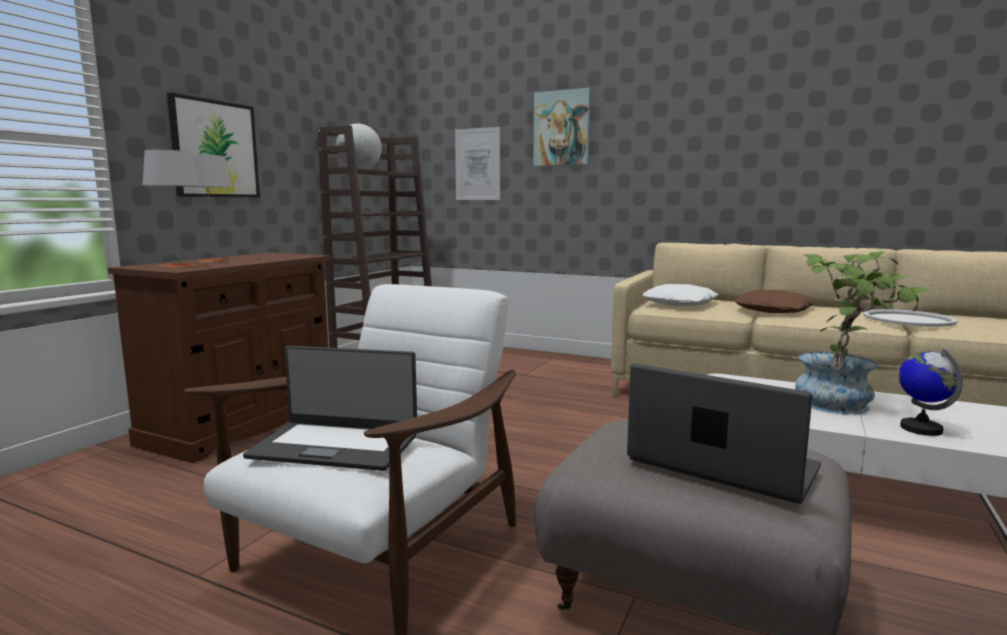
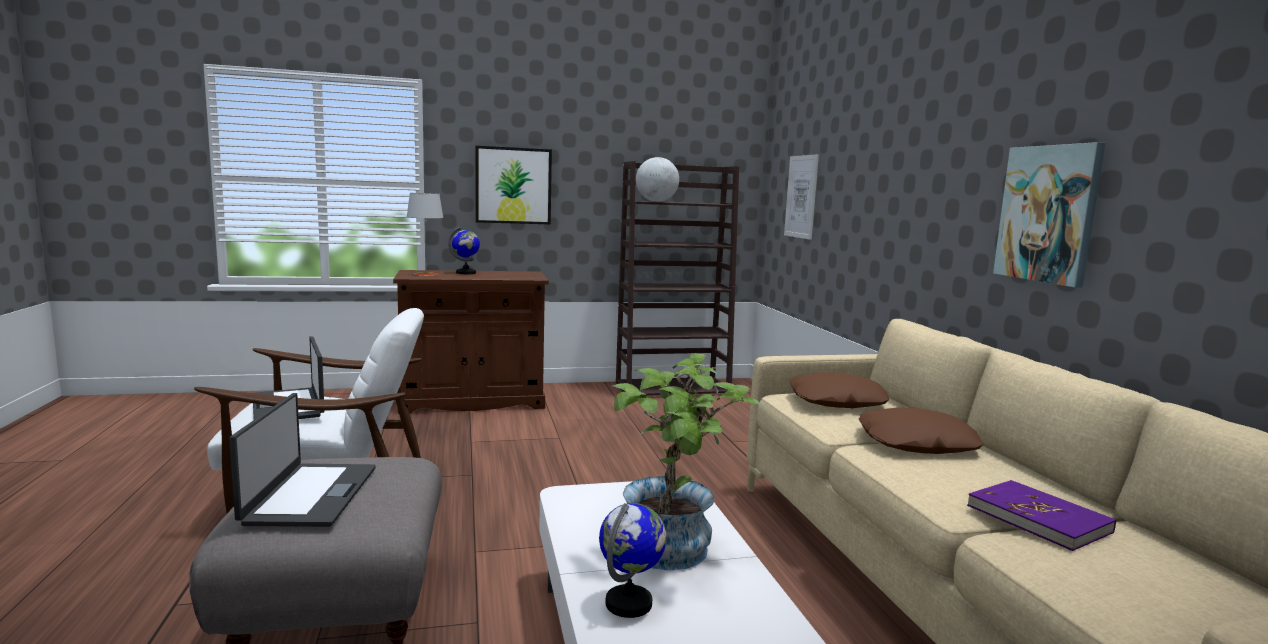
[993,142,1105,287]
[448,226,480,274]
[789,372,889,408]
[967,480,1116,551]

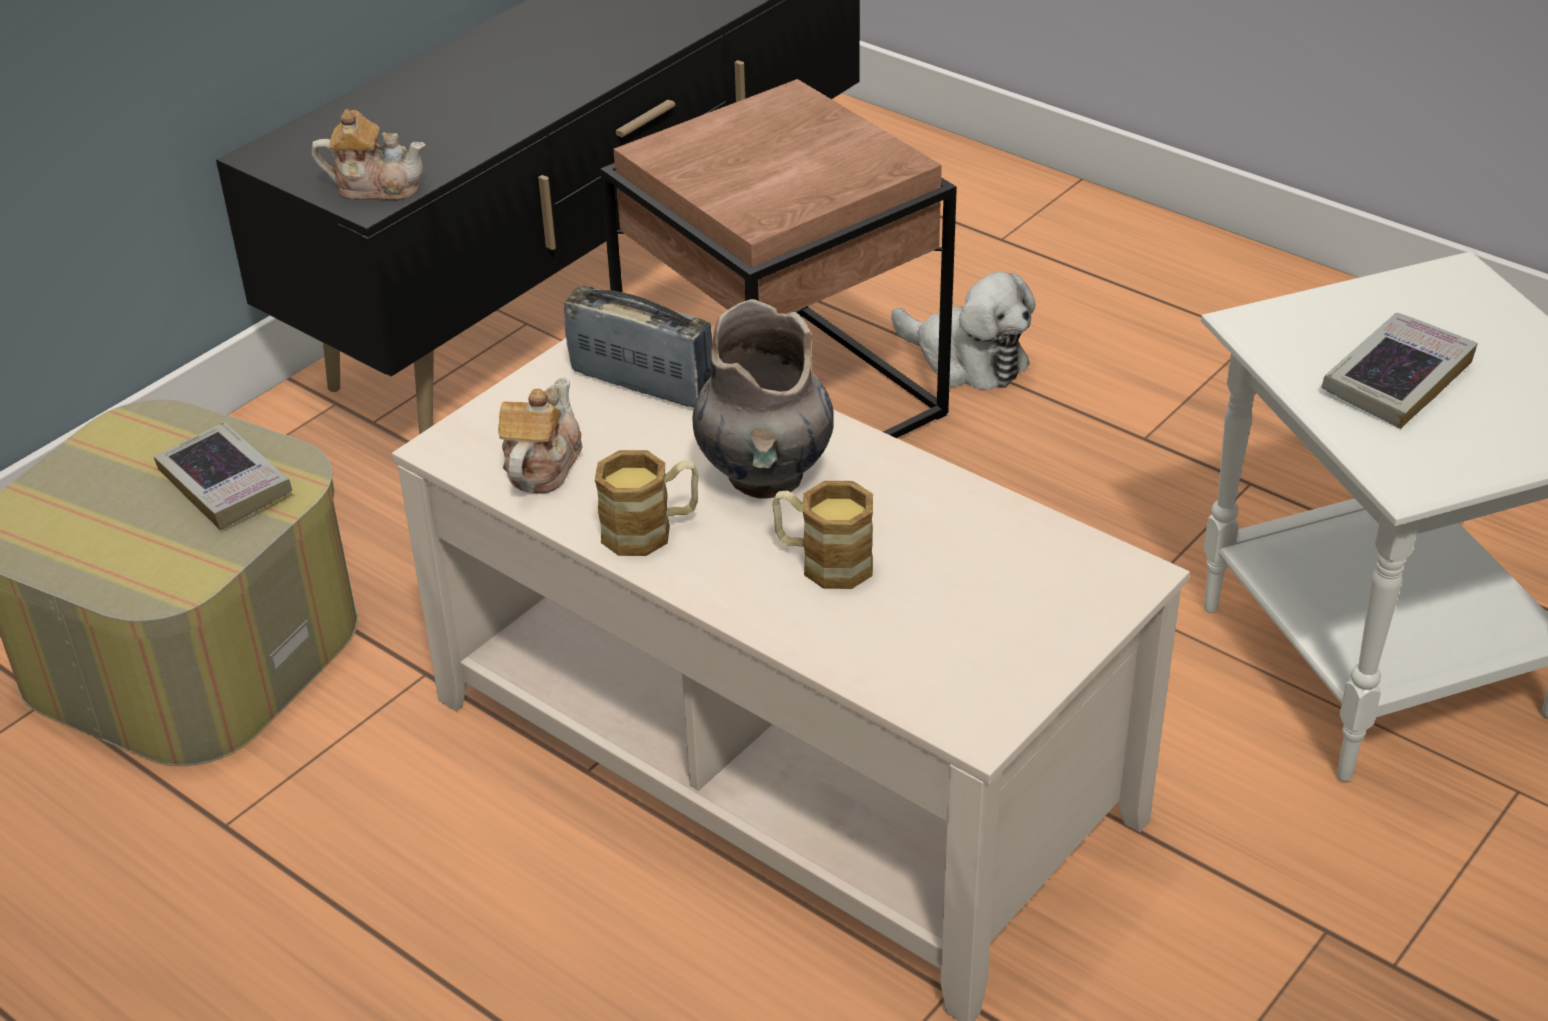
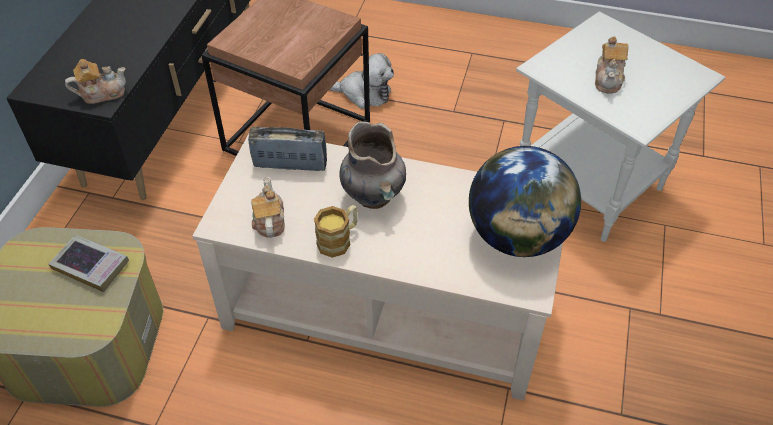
[595,36,628,94]
[772,481,873,589] (first image)
[469,146,581,257]

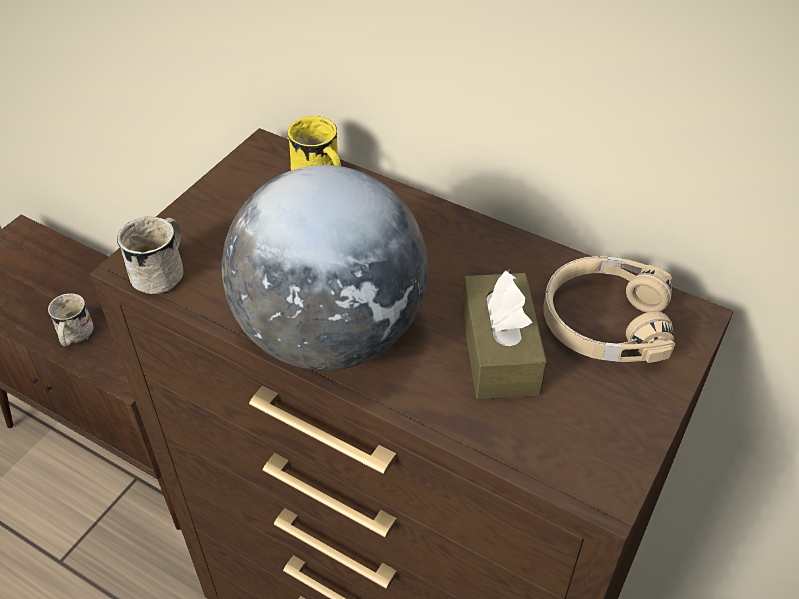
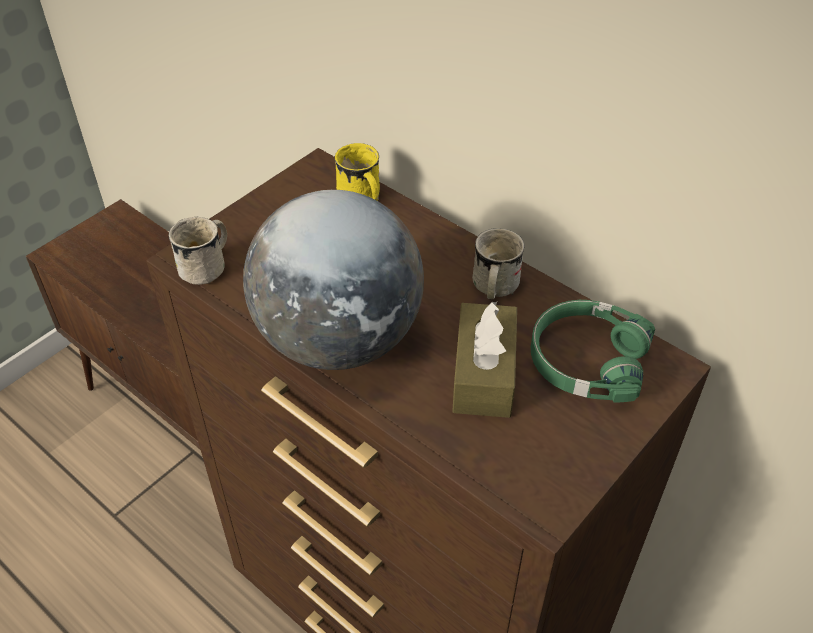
[531,300,655,403]
[472,228,525,299]

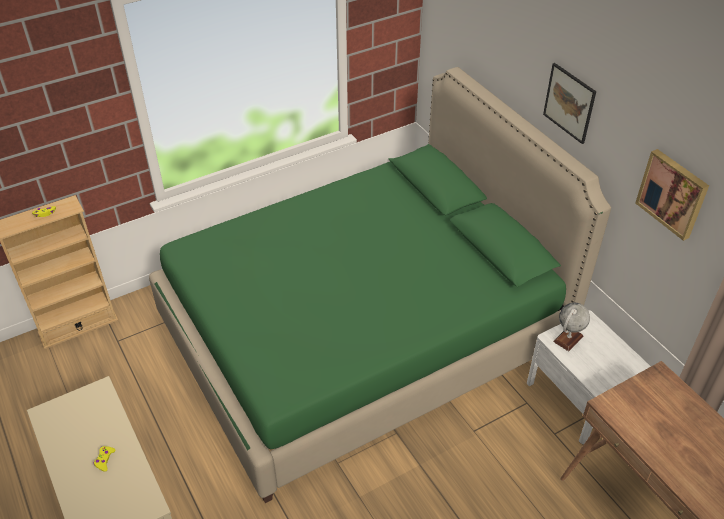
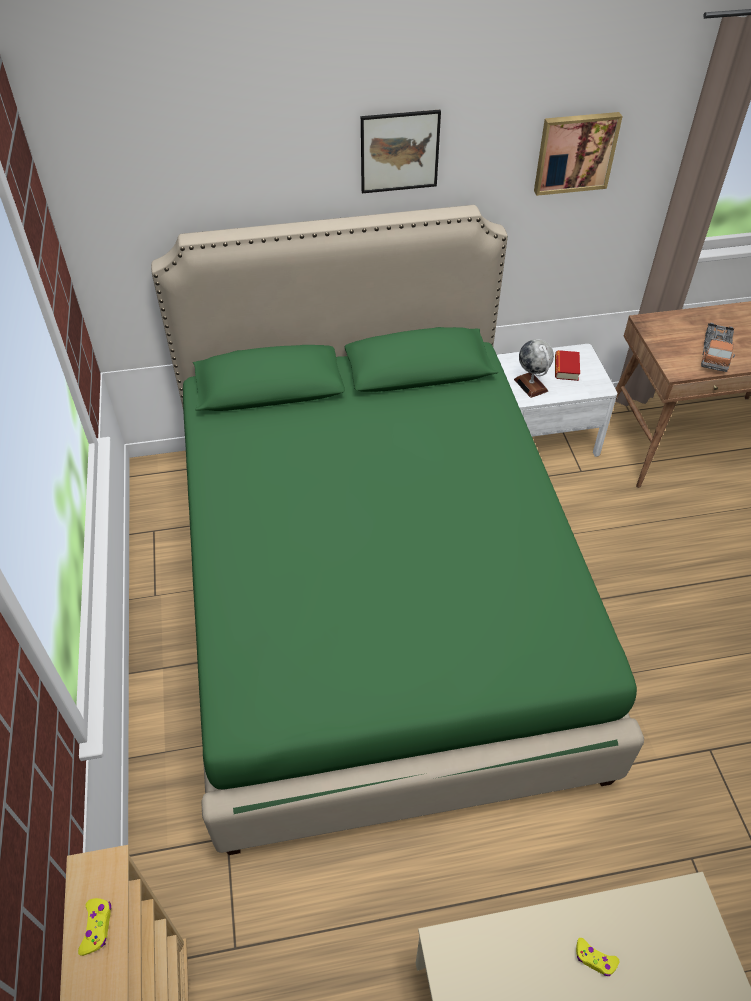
[701,323,735,372]
[555,350,580,381]

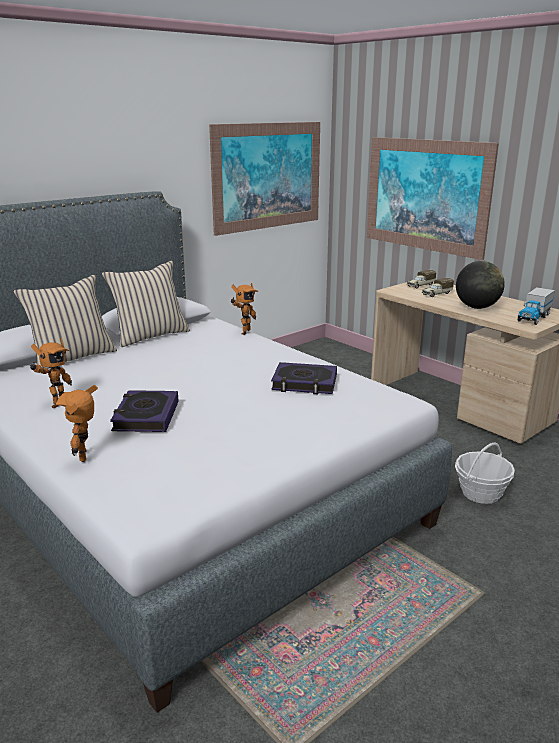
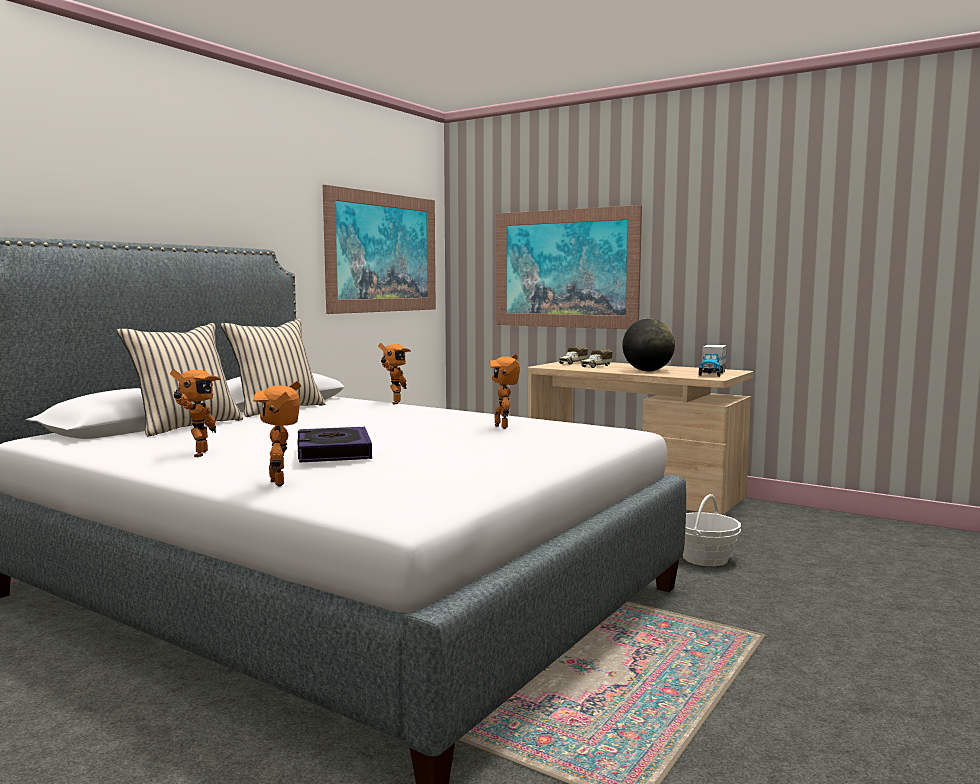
[489,354,520,429]

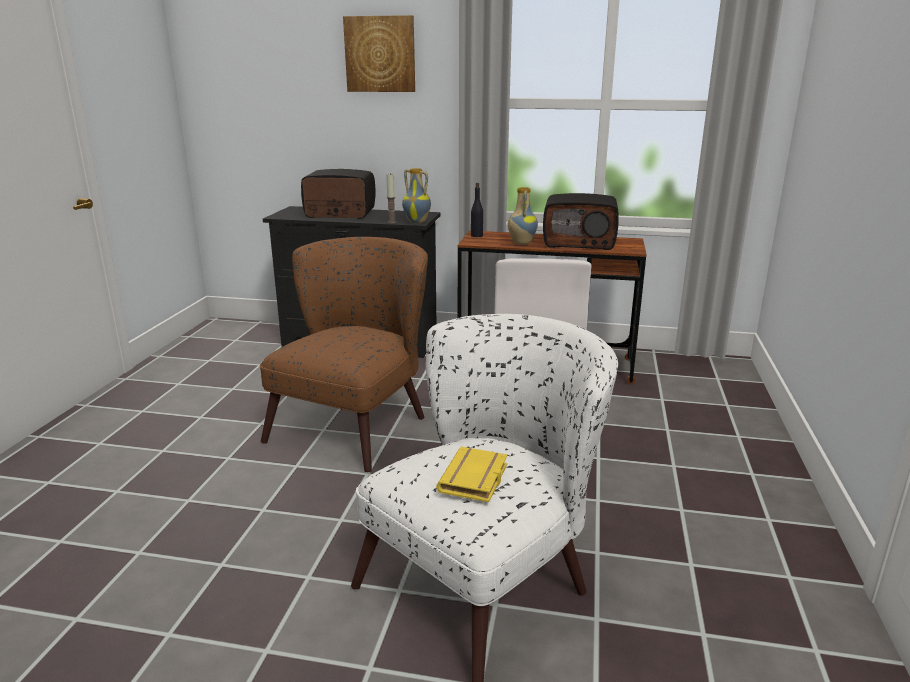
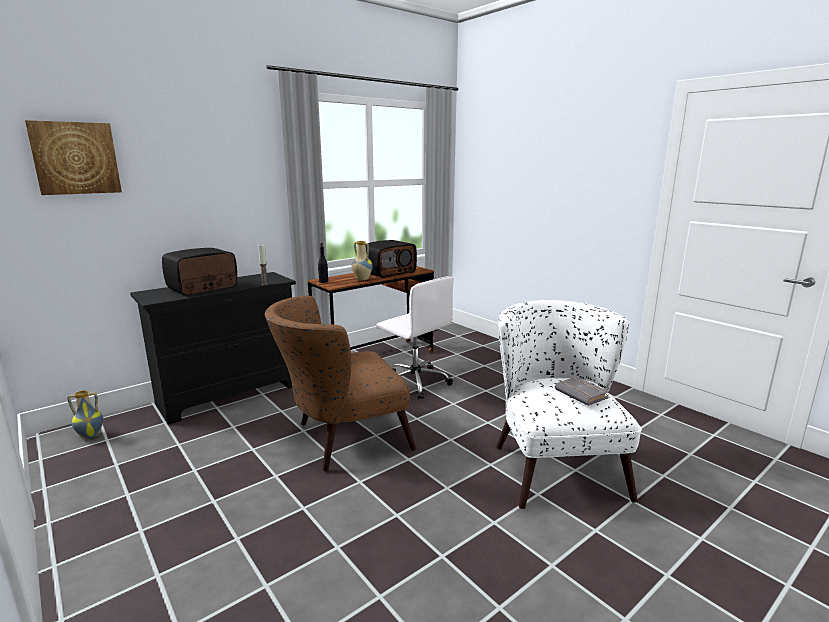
[25,120,122,195]
[67,390,103,439]
[265,296,416,471]
[555,377,609,406]

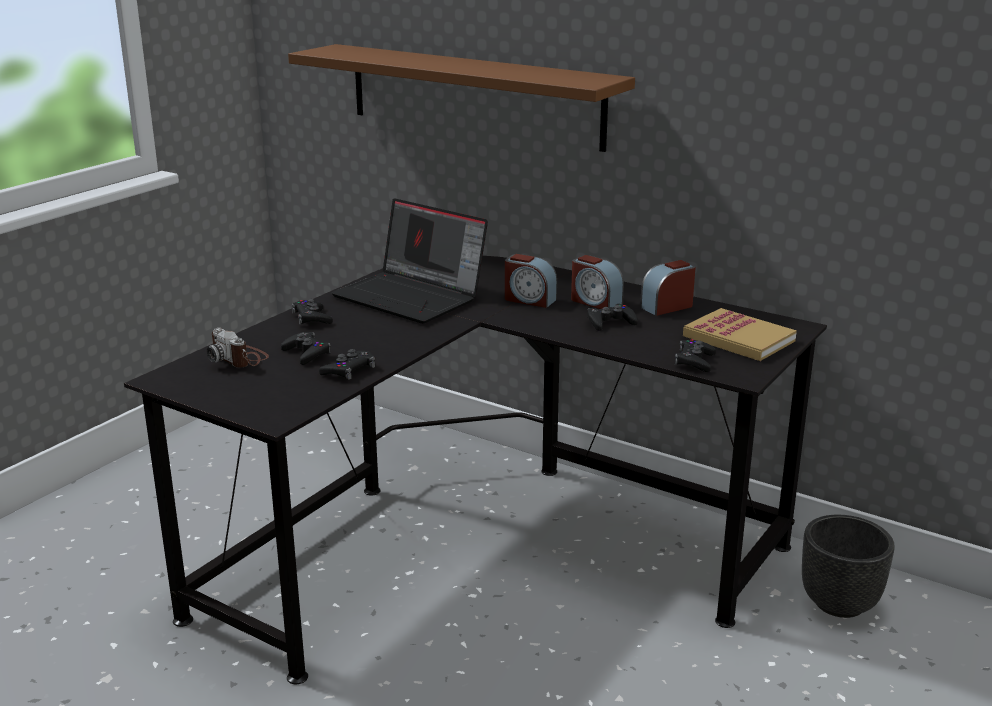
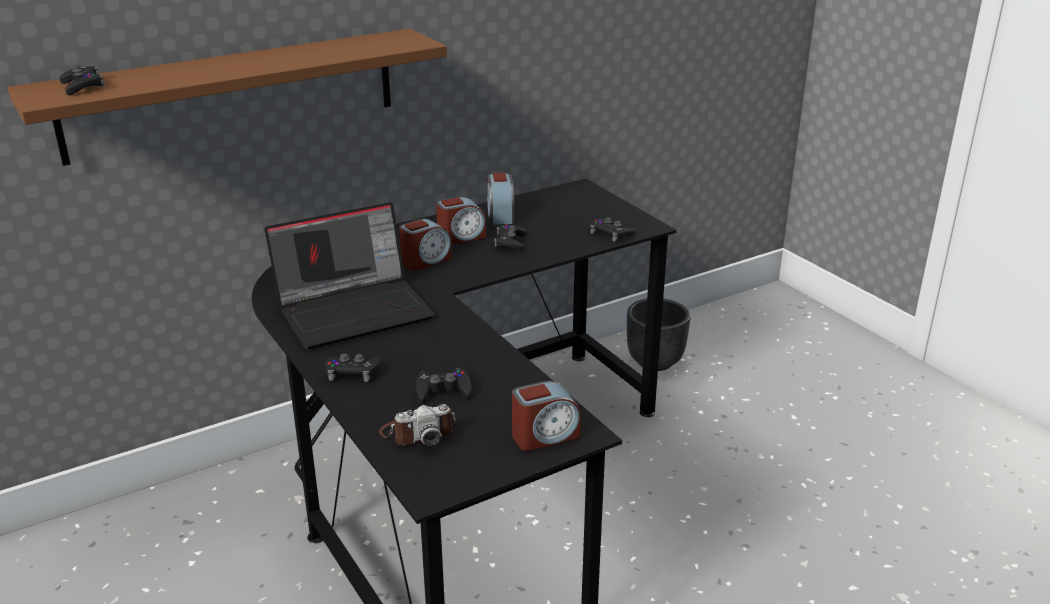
[683,308,797,361] (first image)
[60,65,105,95]
[512,381,581,451]

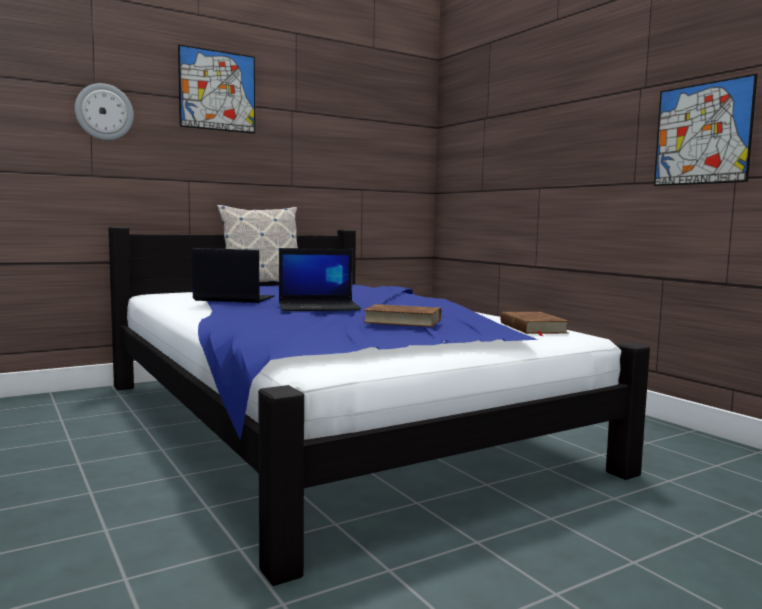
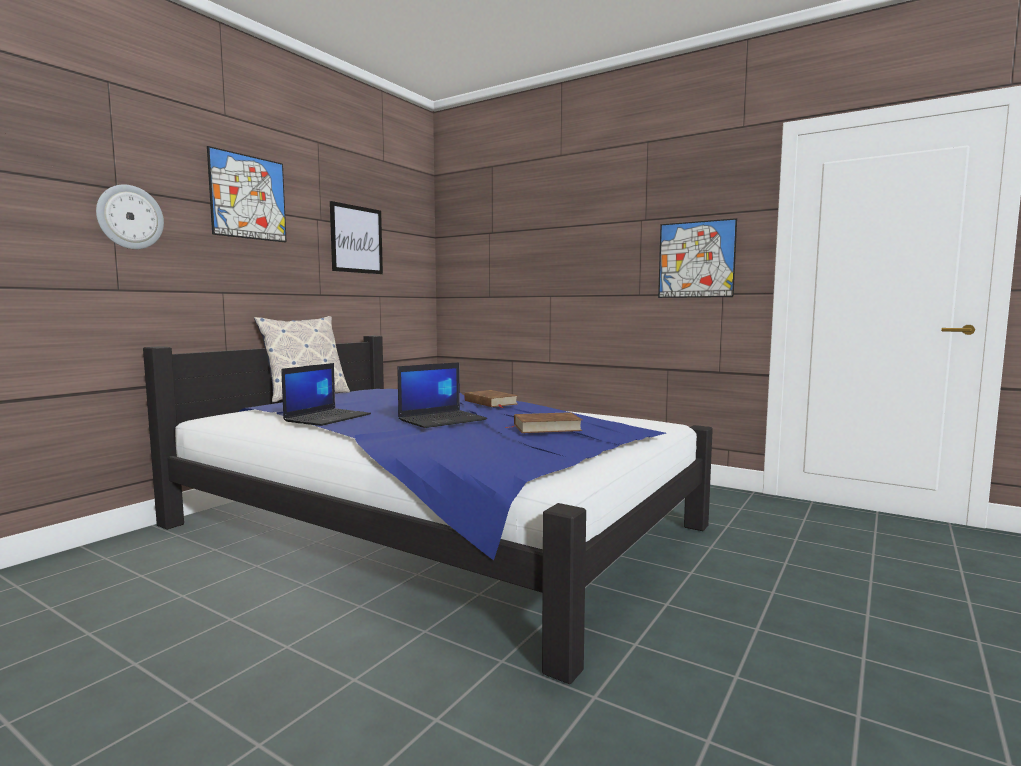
[281,363,371,426]
[464,390,518,408]
[330,201,383,274]

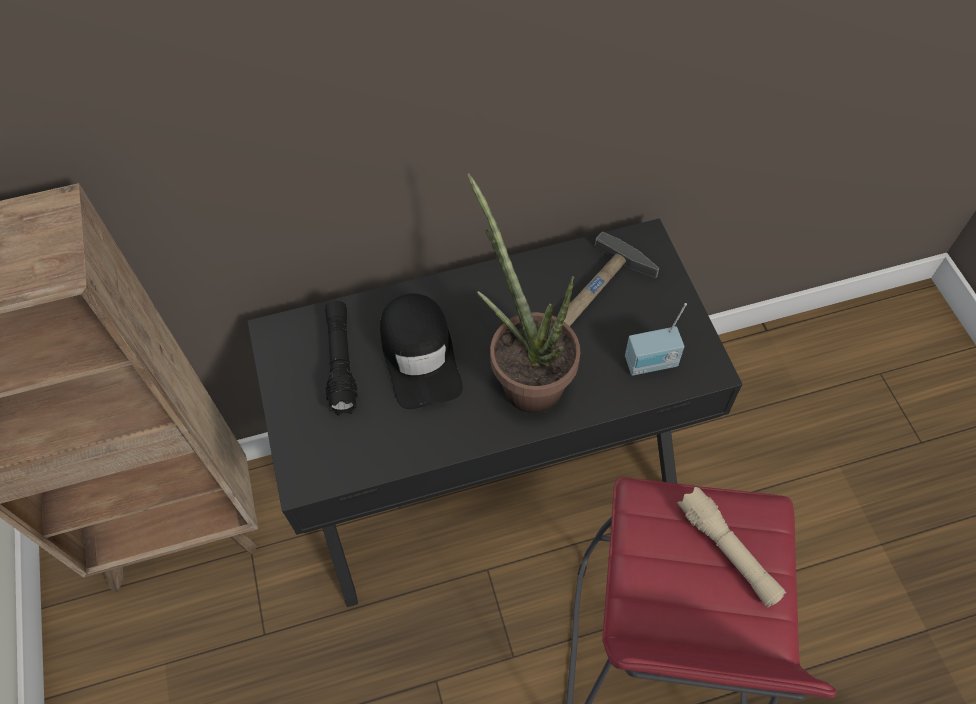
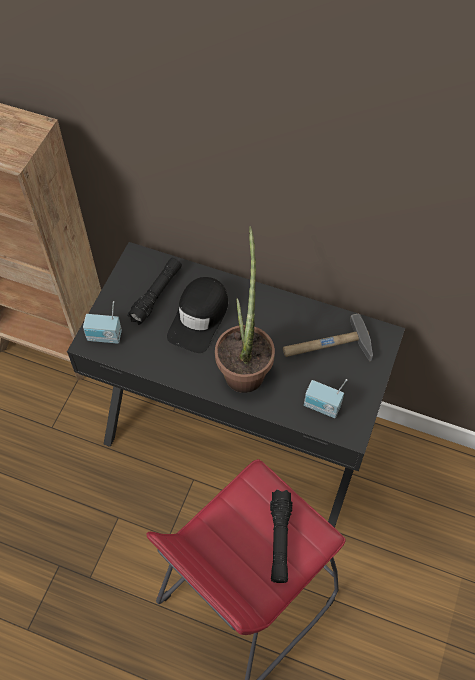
[270,489,292,583]
[83,301,122,344]

